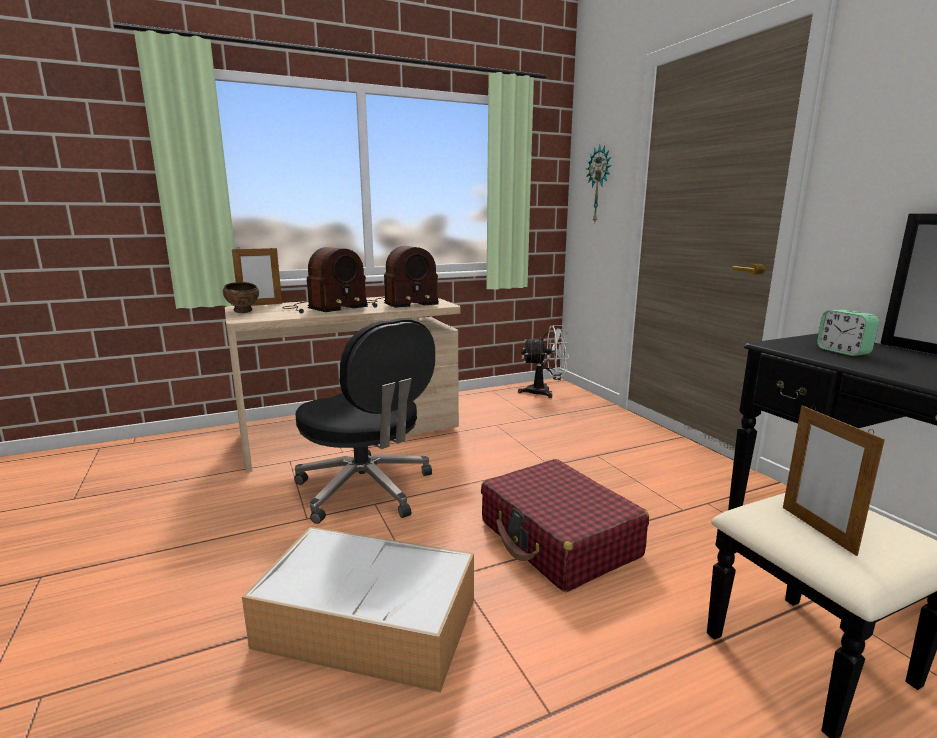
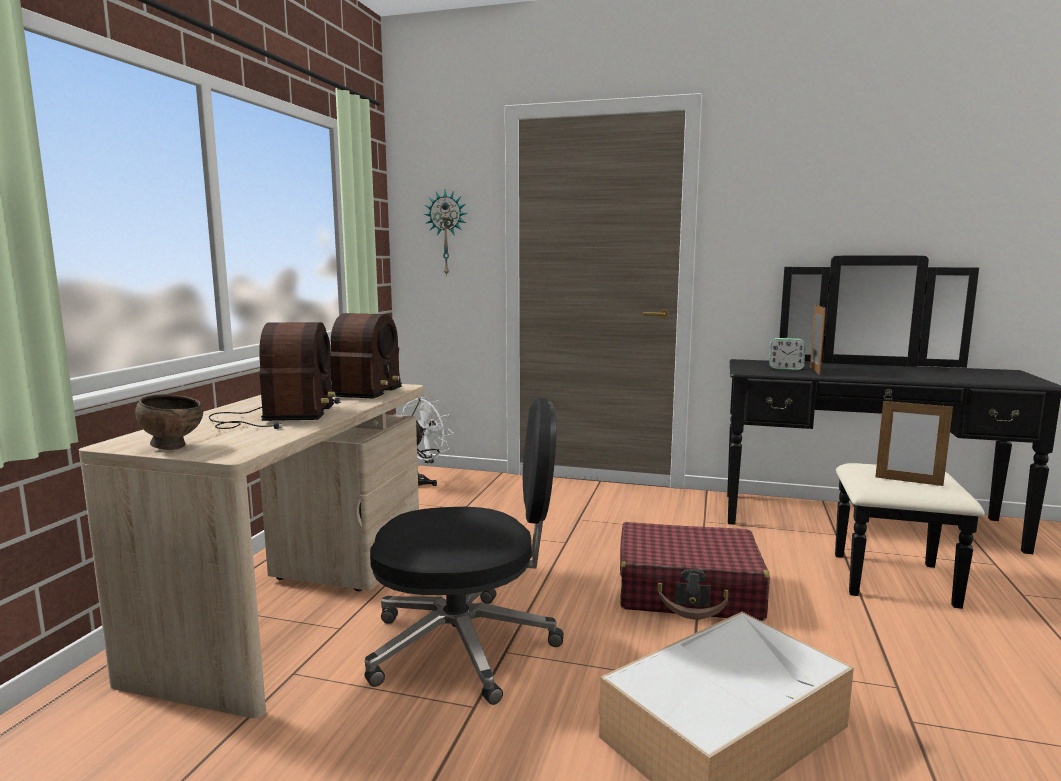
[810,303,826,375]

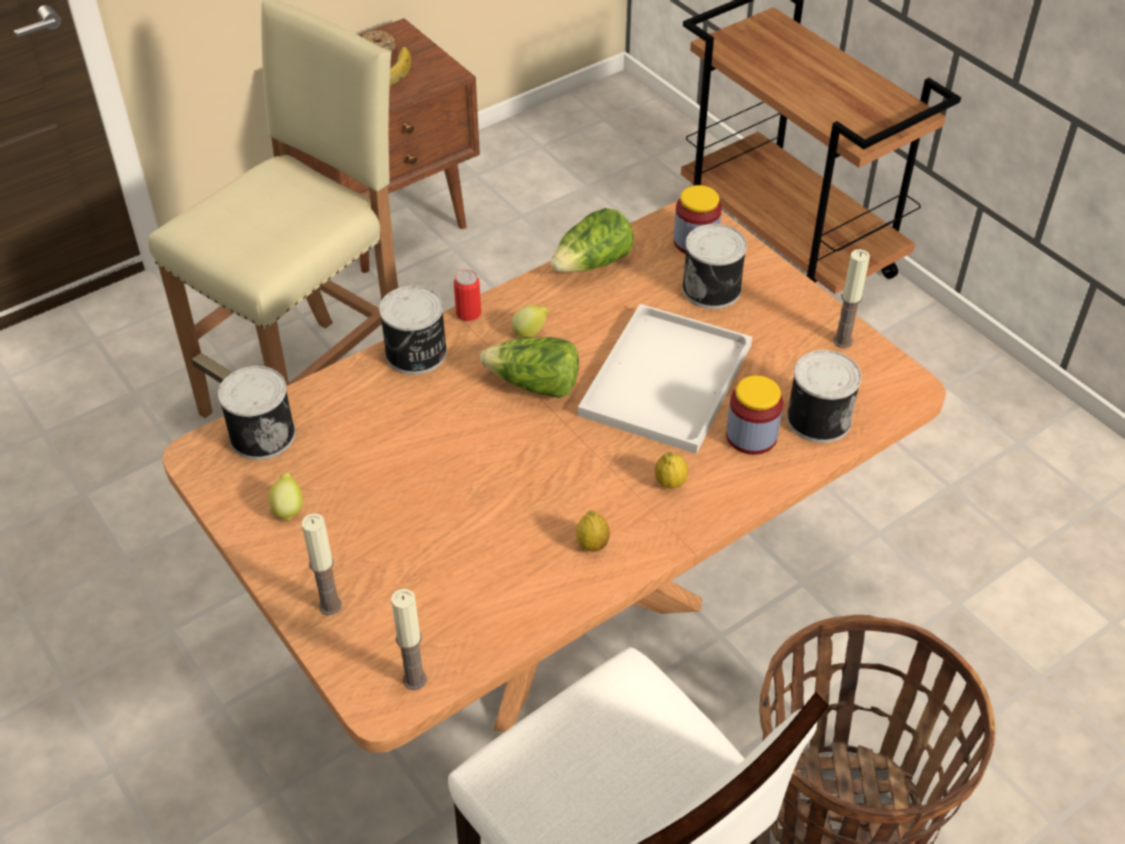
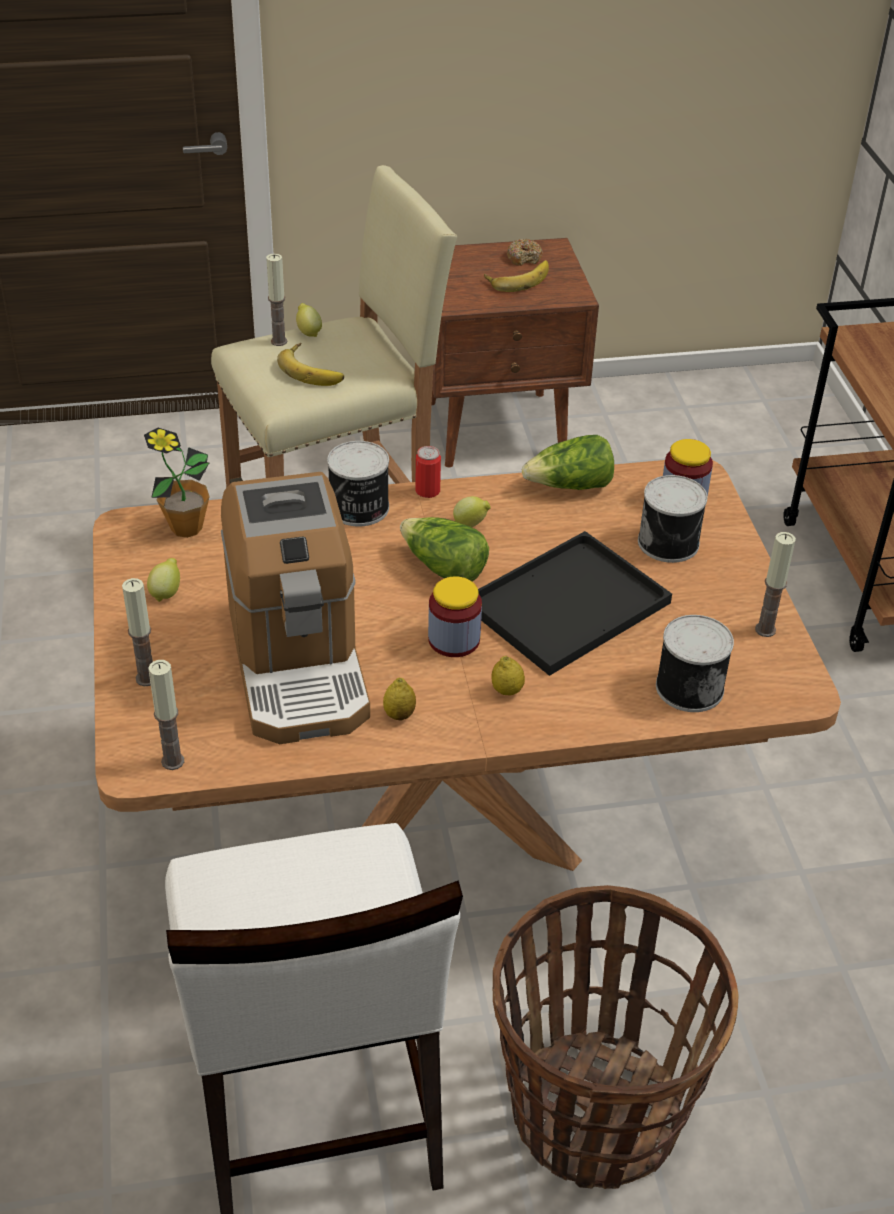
[478,531,672,676]
[144,428,210,538]
[428,576,482,657]
[266,253,287,346]
[296,303,322,337]
[277,343,344,386]
[221,472,370,744]

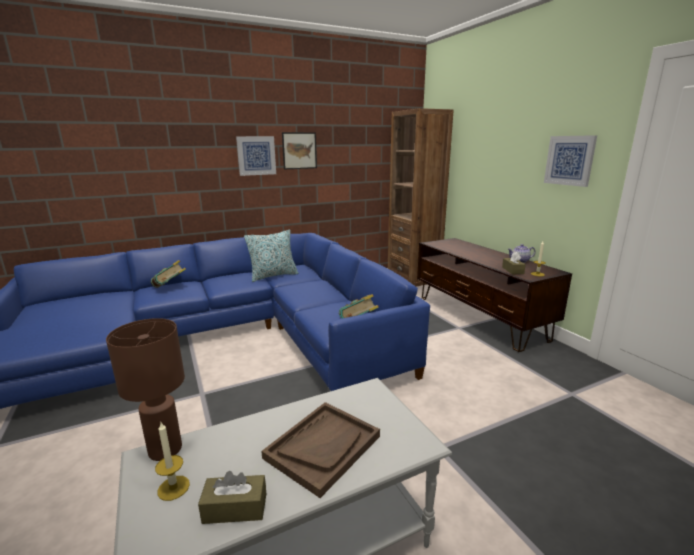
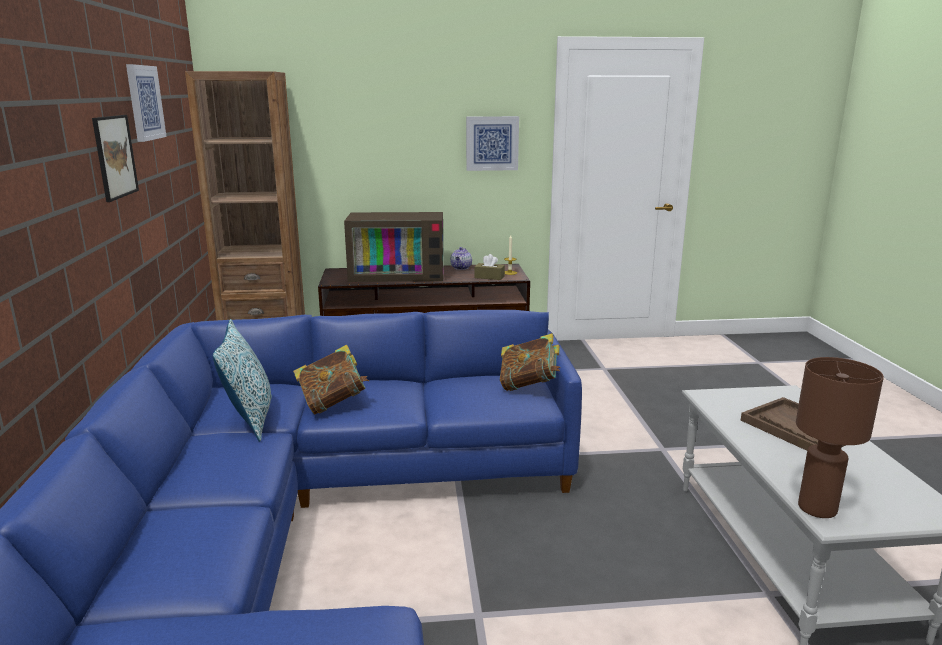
[126,64,167,142]
[293,345,369,415]
[155,422,190,501] (first image)
[198,471,266,524] (first image)
[344,212,444,282]

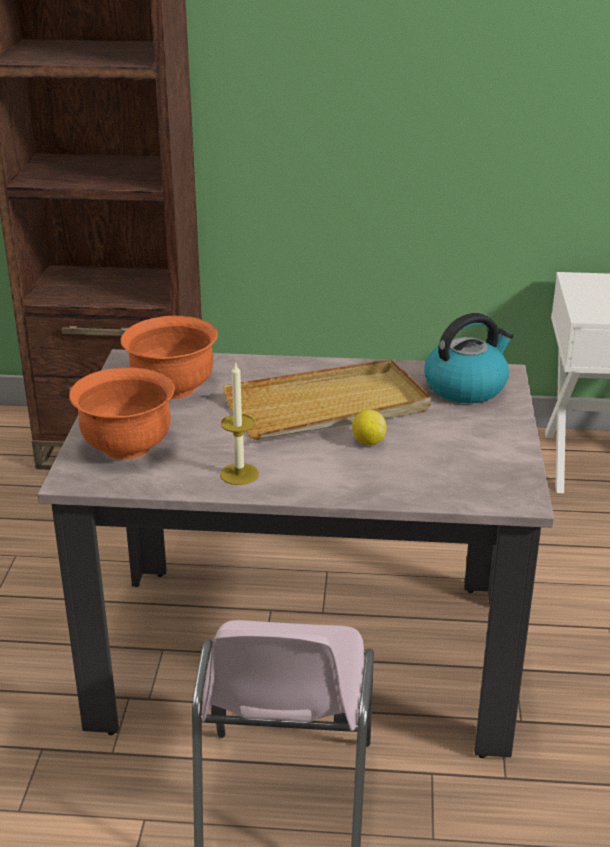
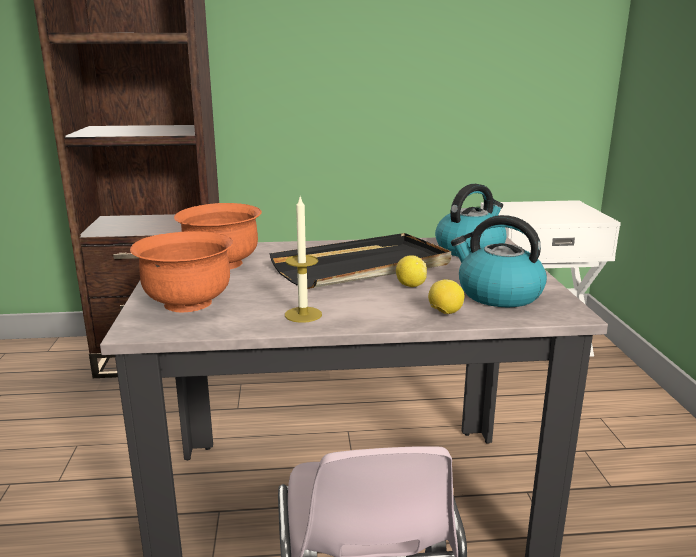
[269,233,451,289]
[451,215,547,307]
[428,279,464,314]

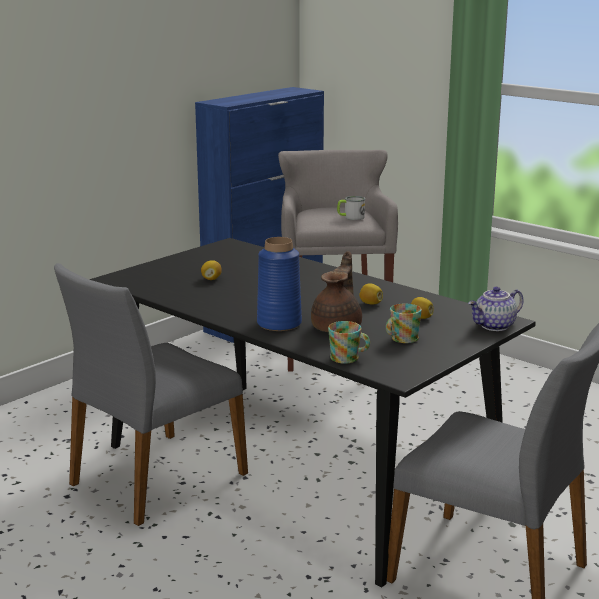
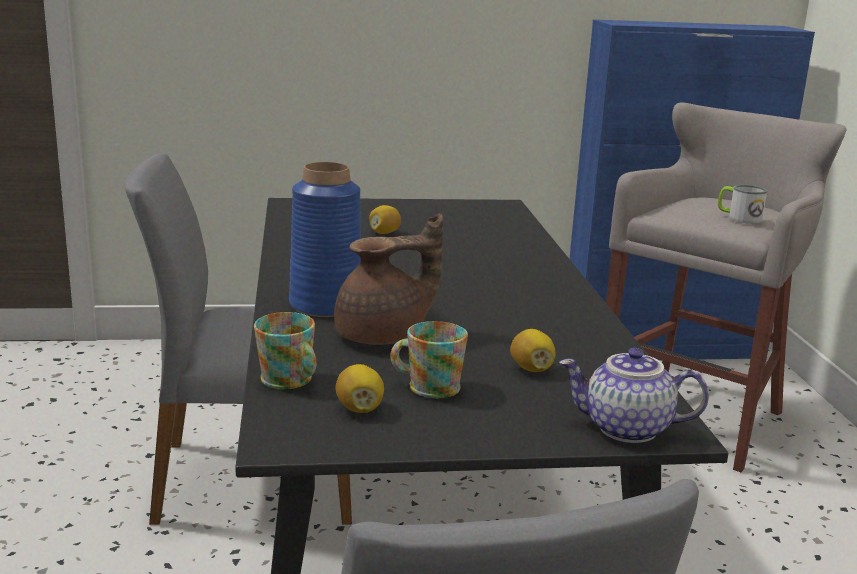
[335,364,384,413]

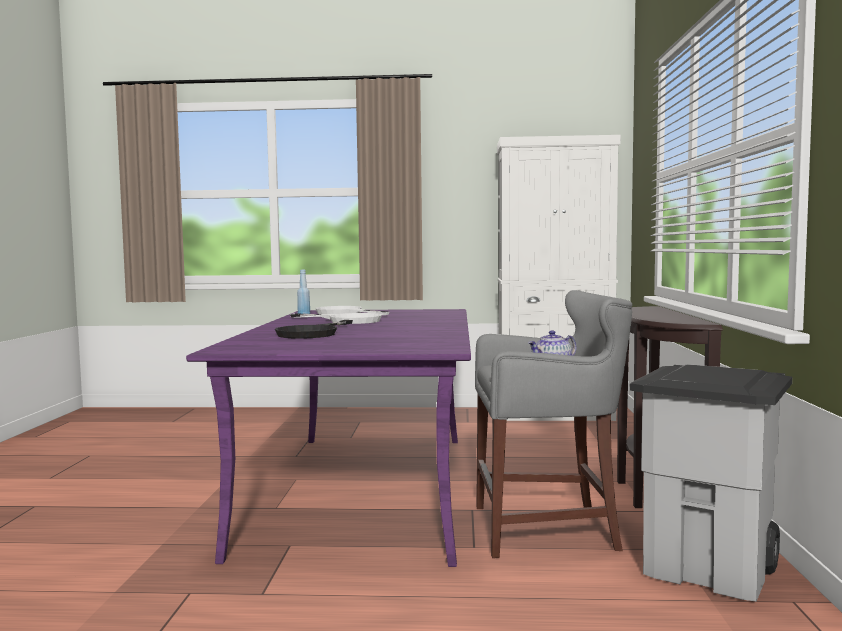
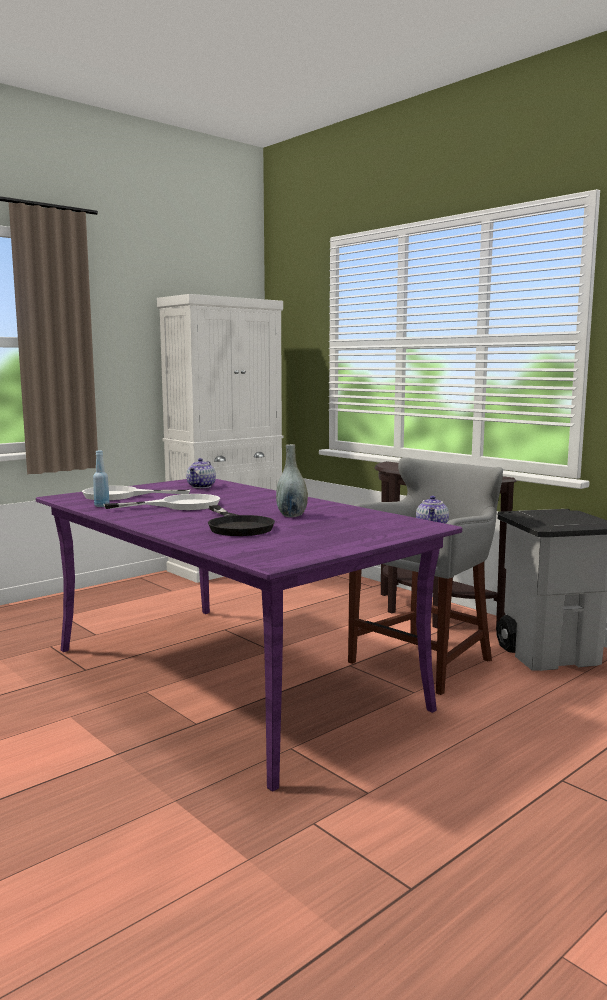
[276,444,308,517]
[186,458,216,488]

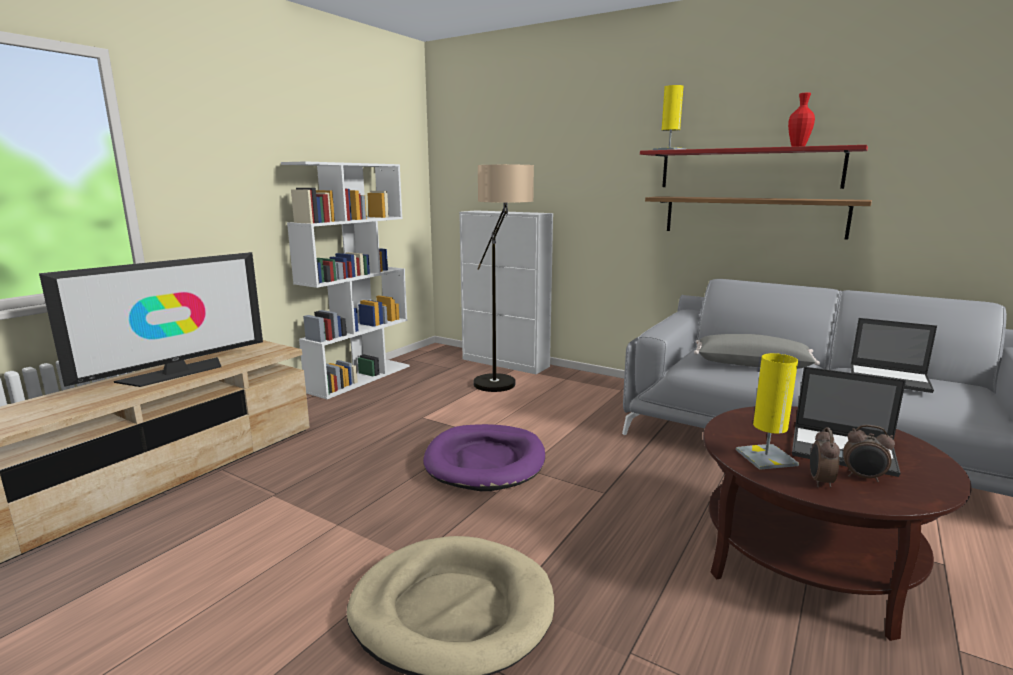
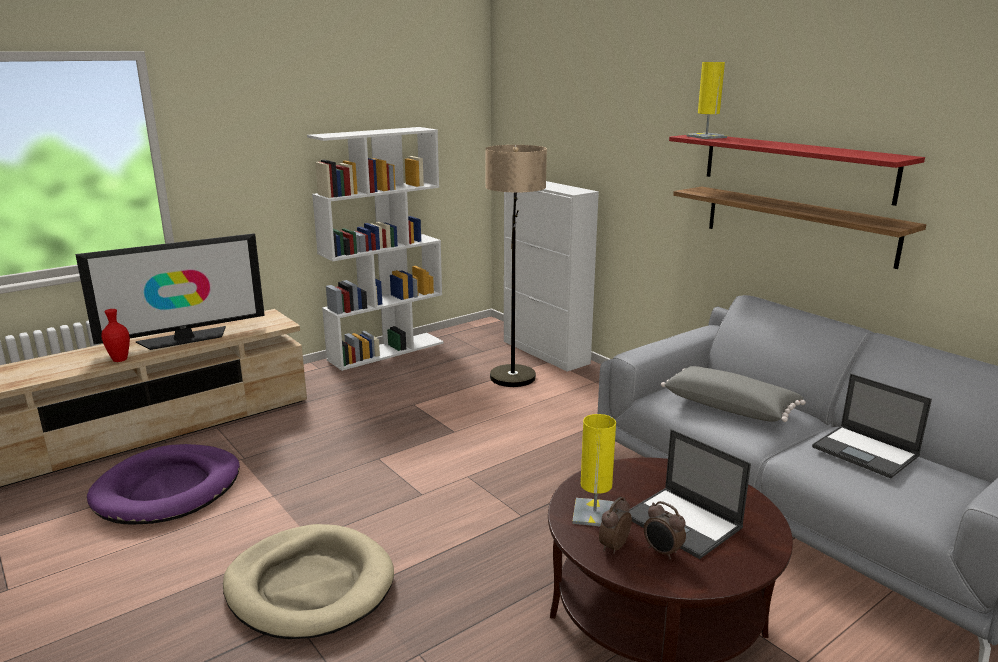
[101,309,130,362]
[87,444,240,525]

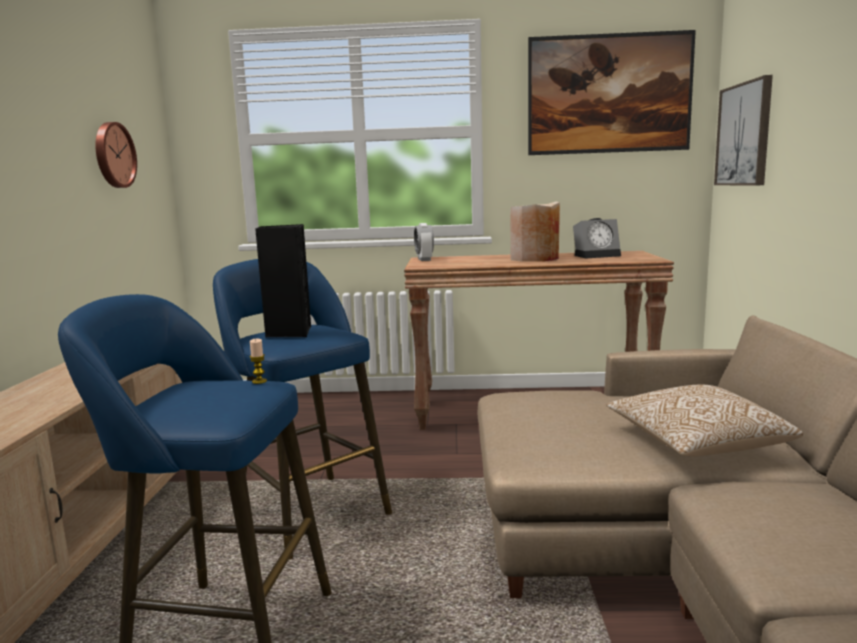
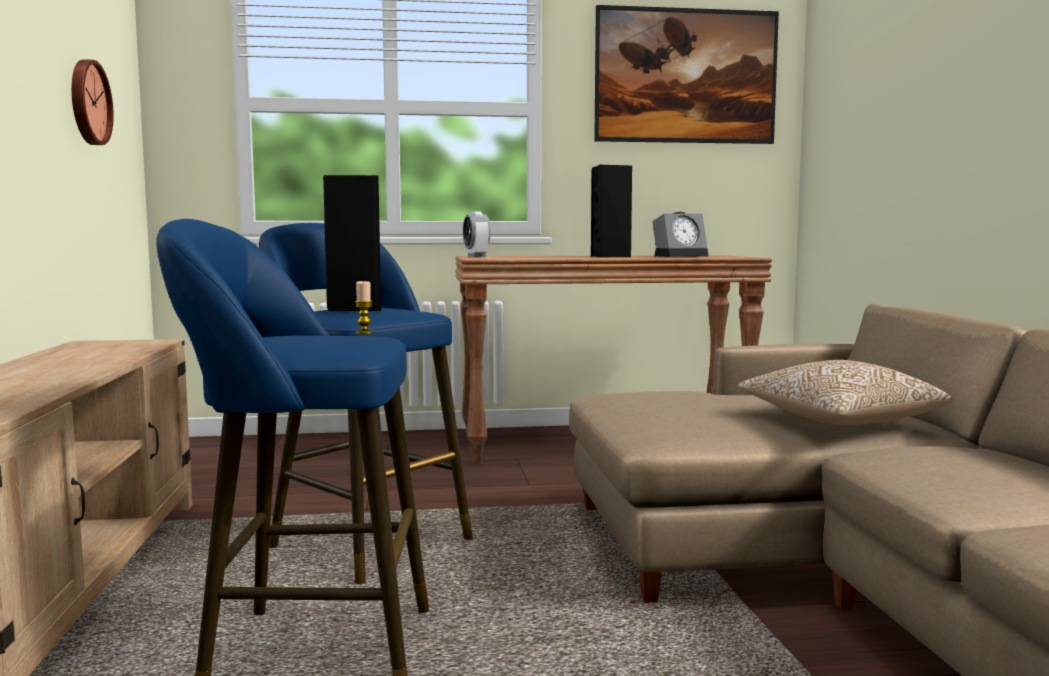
[714,75,773,186] (first image)
[591,165,632,257]

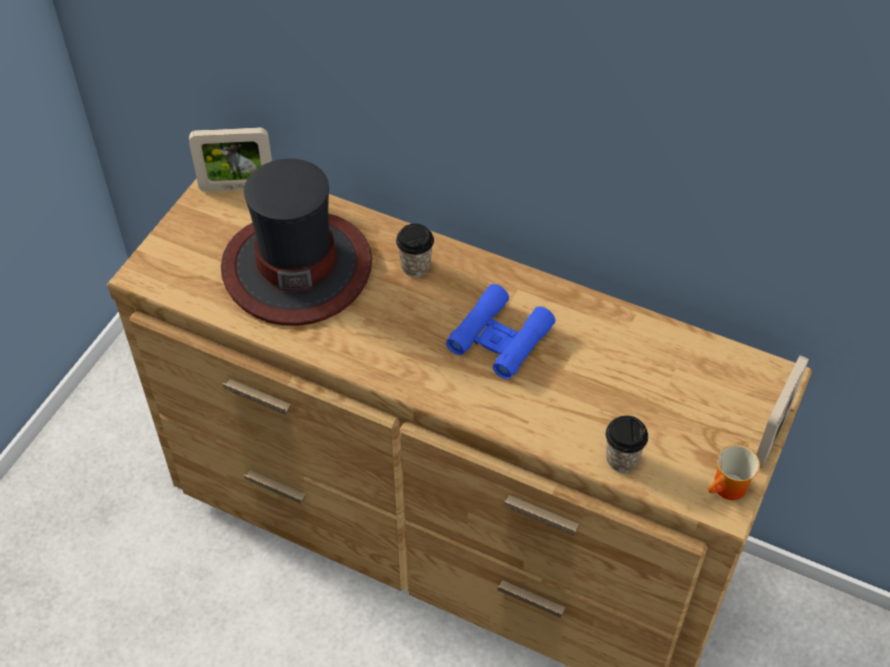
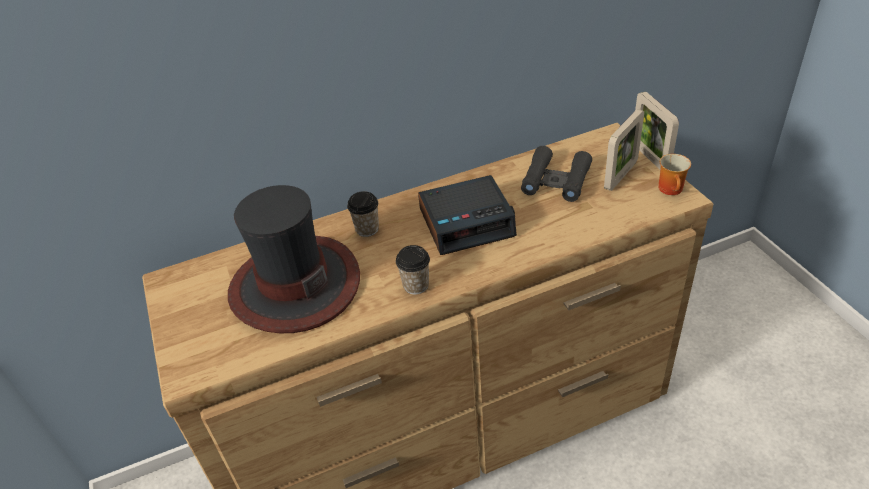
[604,109,644,191]
[418,175,517,255]
[396,245,430,294]
[521,146,592,202]

